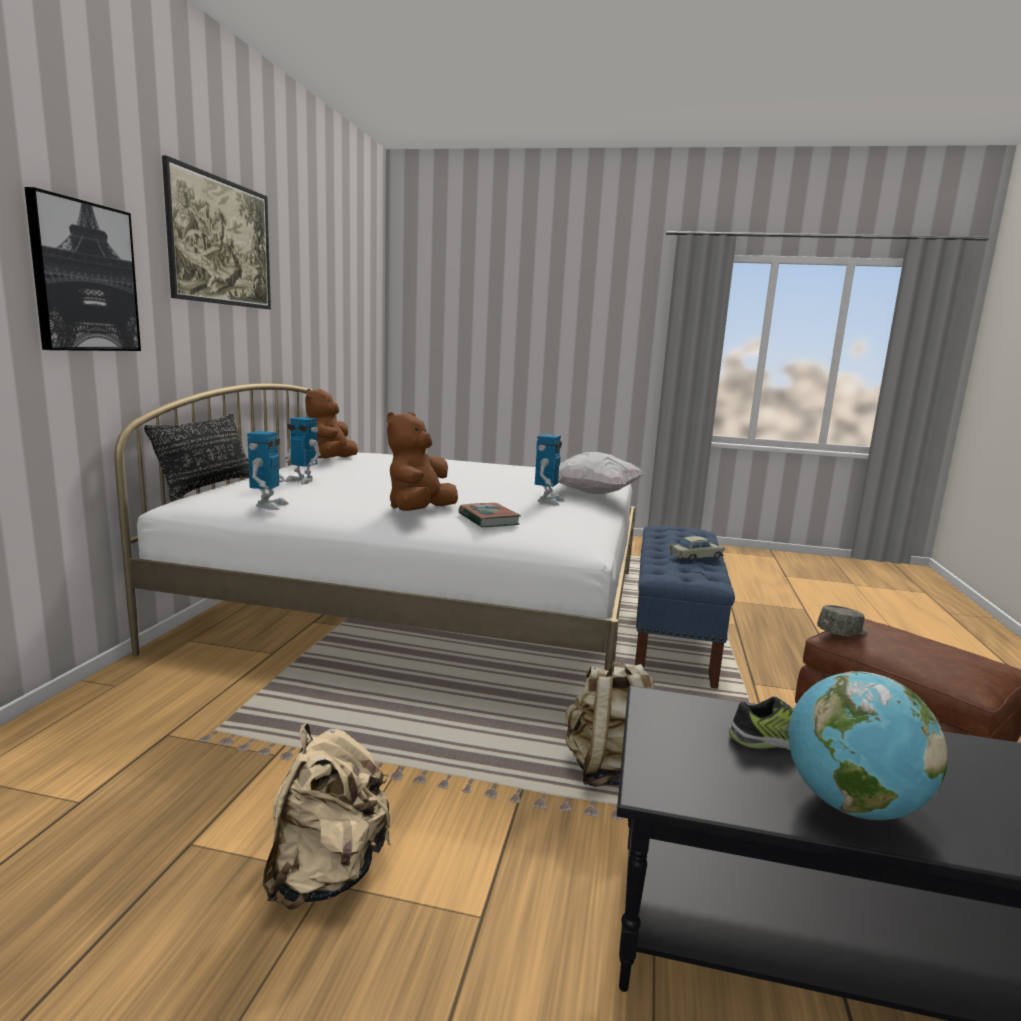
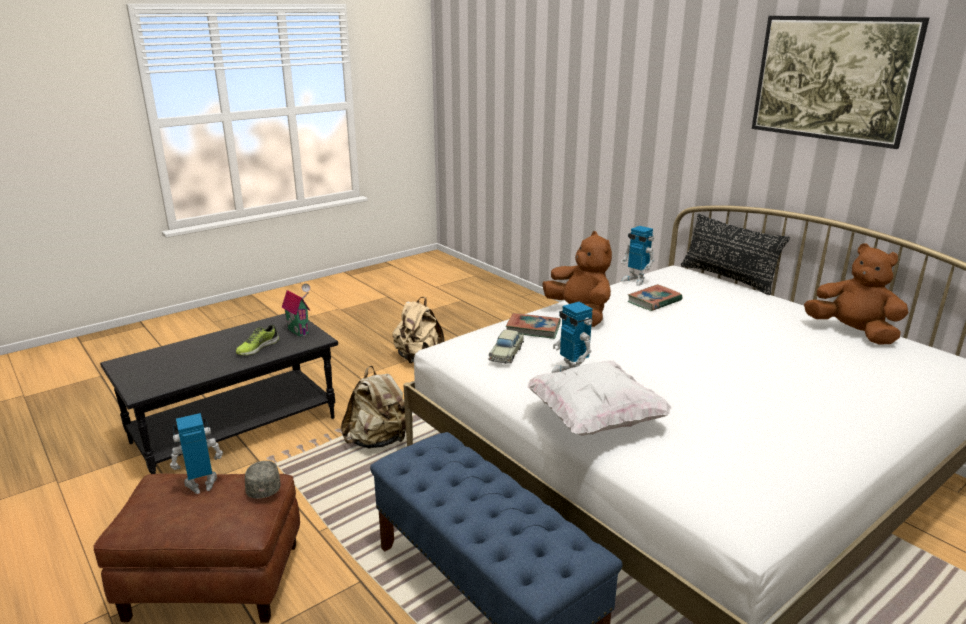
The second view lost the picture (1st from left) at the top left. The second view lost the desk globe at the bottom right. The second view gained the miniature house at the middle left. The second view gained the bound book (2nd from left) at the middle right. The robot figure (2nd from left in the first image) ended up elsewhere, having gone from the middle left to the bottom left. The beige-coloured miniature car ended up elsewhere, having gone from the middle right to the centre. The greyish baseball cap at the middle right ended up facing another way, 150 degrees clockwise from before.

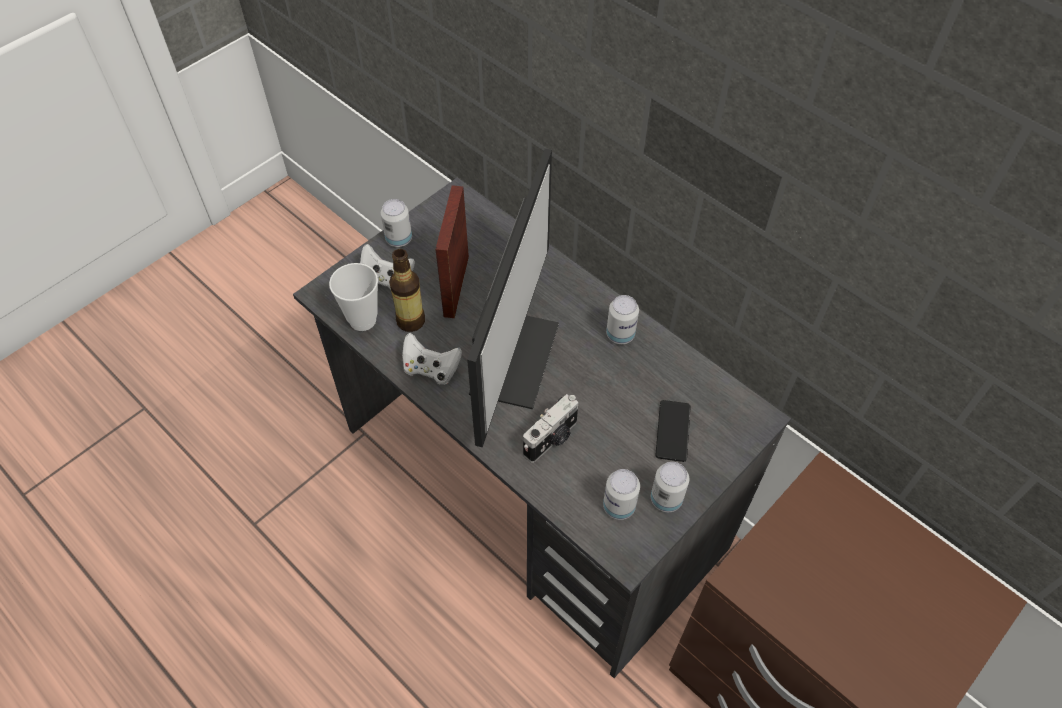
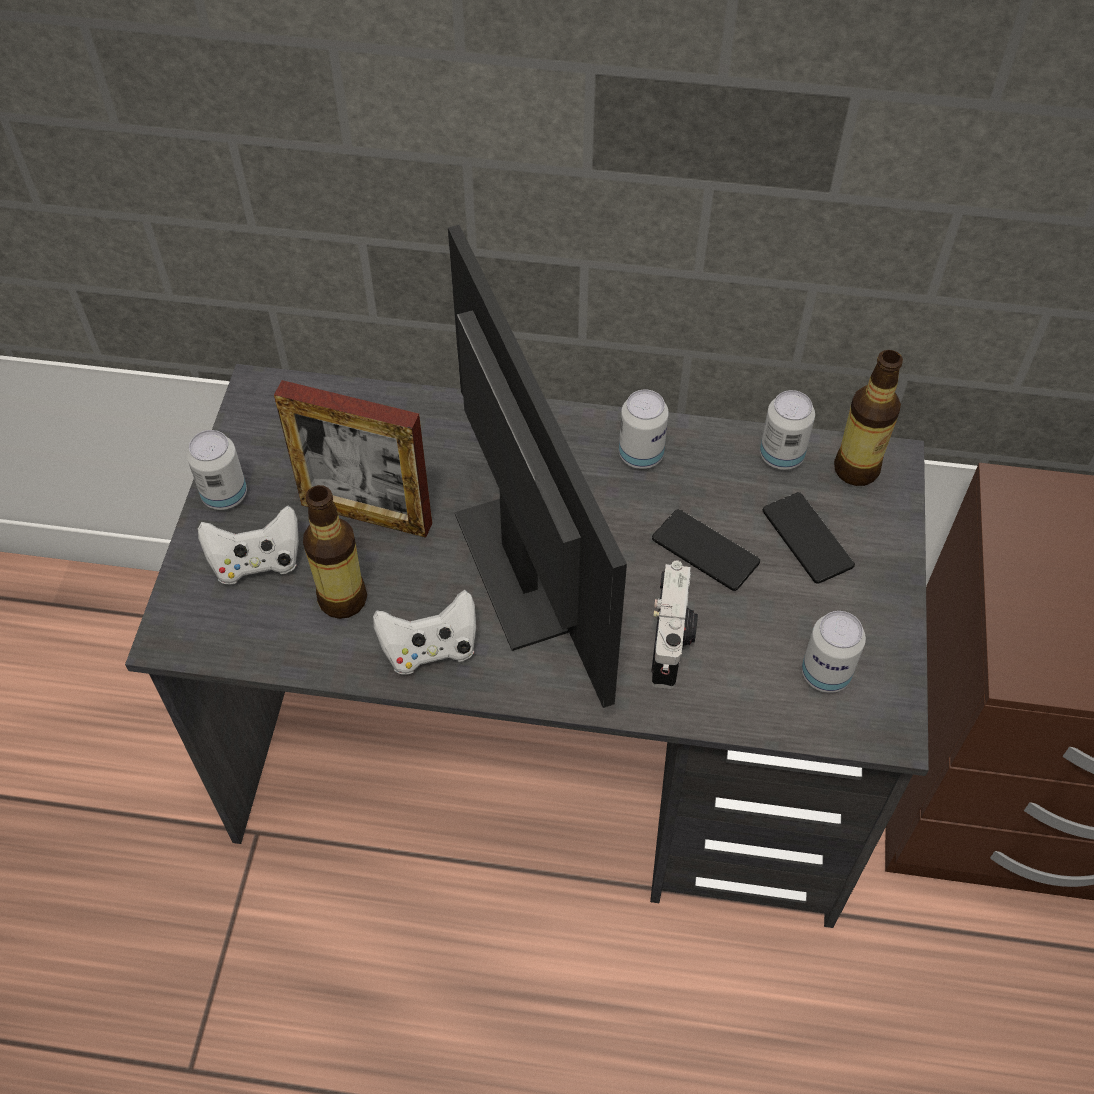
The second view lost the drinking cup at the middle left. The second view gained the telephone (1st from left) at the centre. The second view gained the bottle (2nd from left) at the middle right. The sealed can (4th from left in the first image) ended up elsewhere, having gone from the bottom centre to the middle right. The photo frame at the centre ended up facing another way, 45 degrees counterclockwise from before.

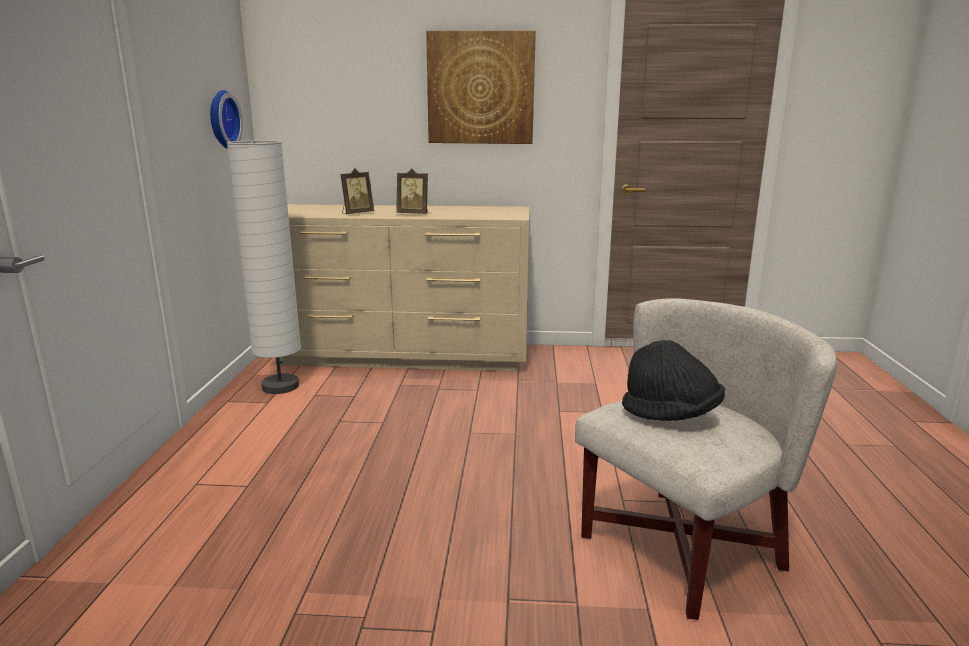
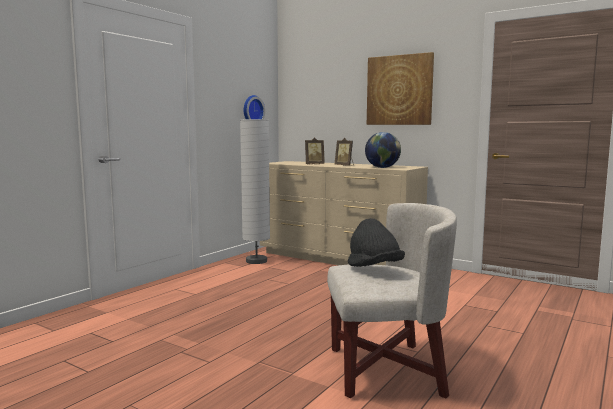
The second view gained the desk globe at the centre.

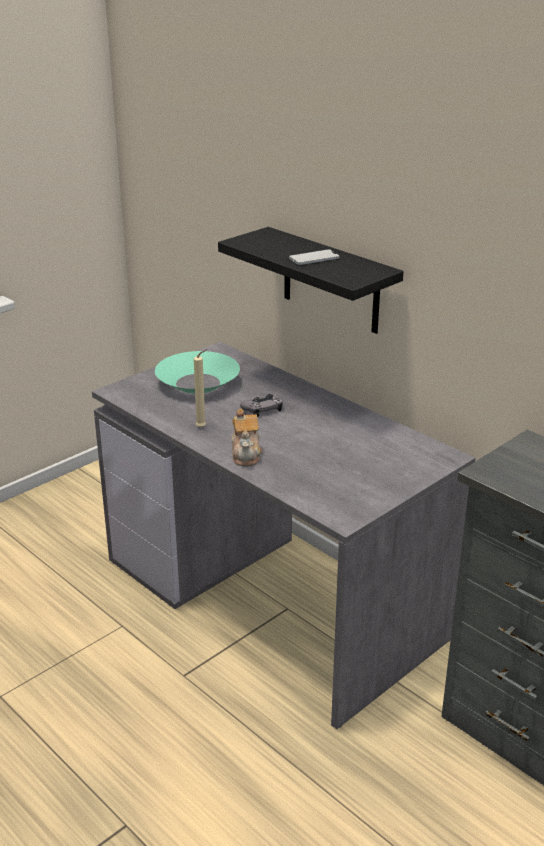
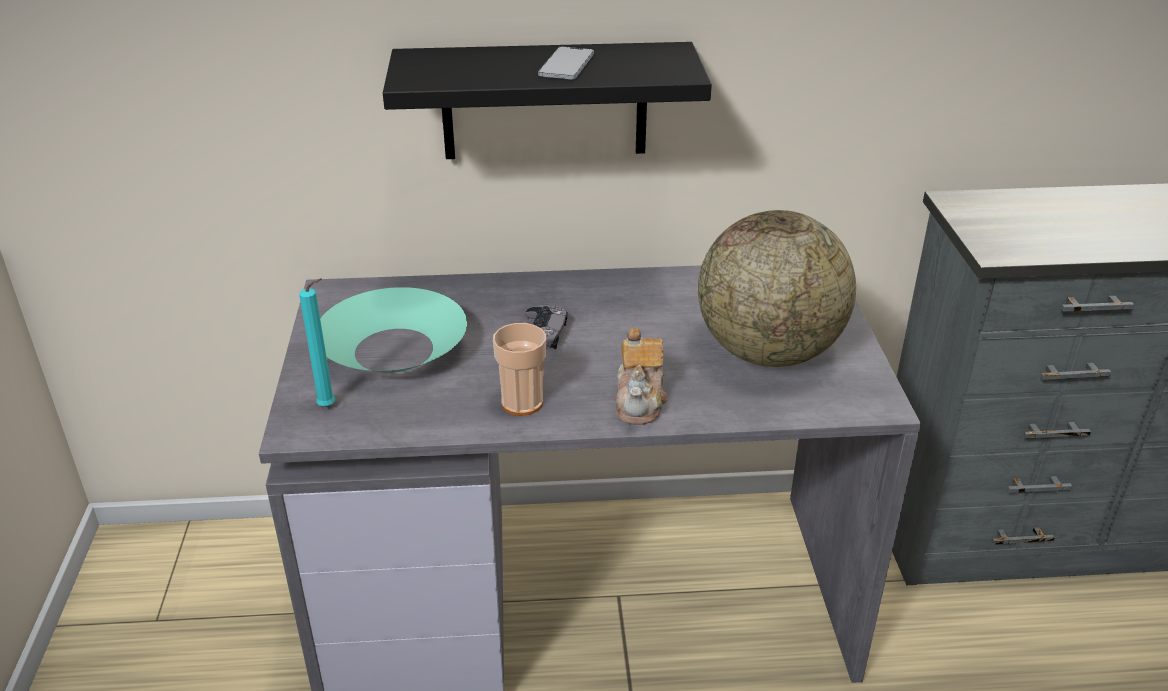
The second view gained the turquoise-coloured candle at the middle left. The second view gained the desk globe at the centre. Where the beige-coloured candle stood at the centre, the drinking cup came to stand at the centre. The teapot at the centre ended up facing another way, 60 degrees clockwise from before.

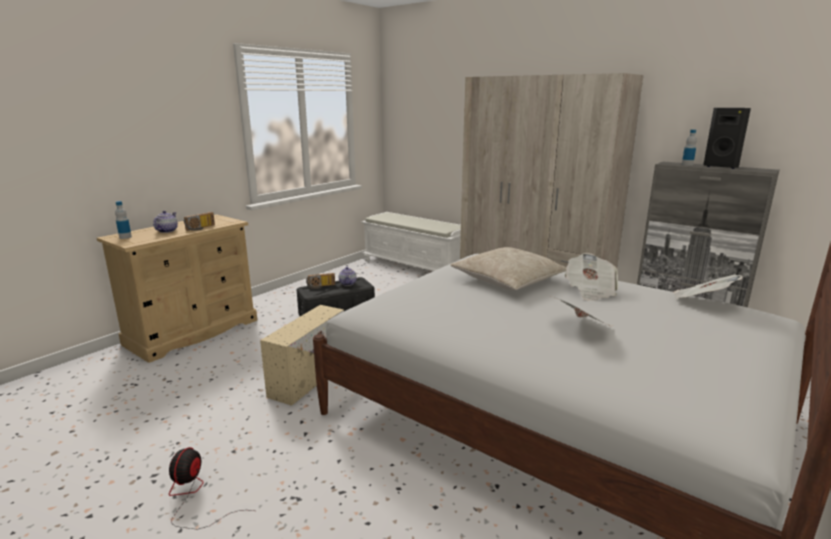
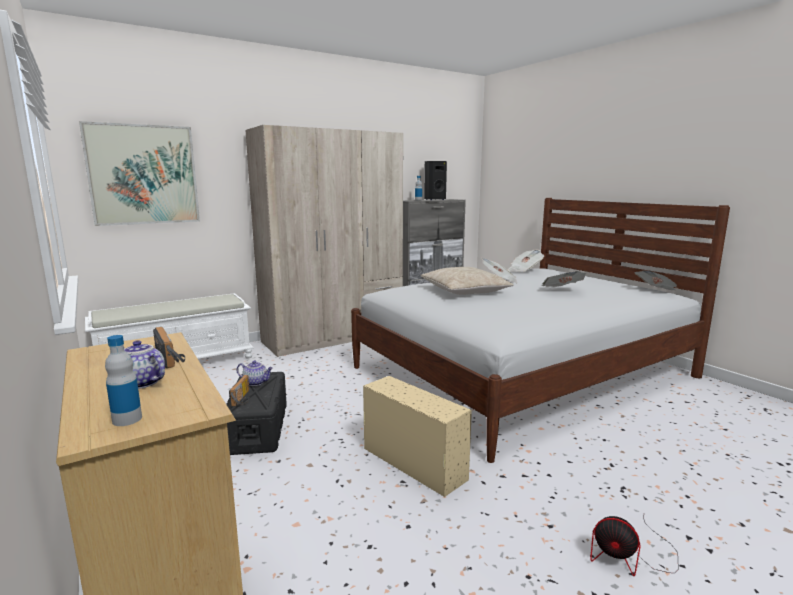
The second view gained the picture at the top left. The second view gained the newspaper (4th from left) at the middle right.

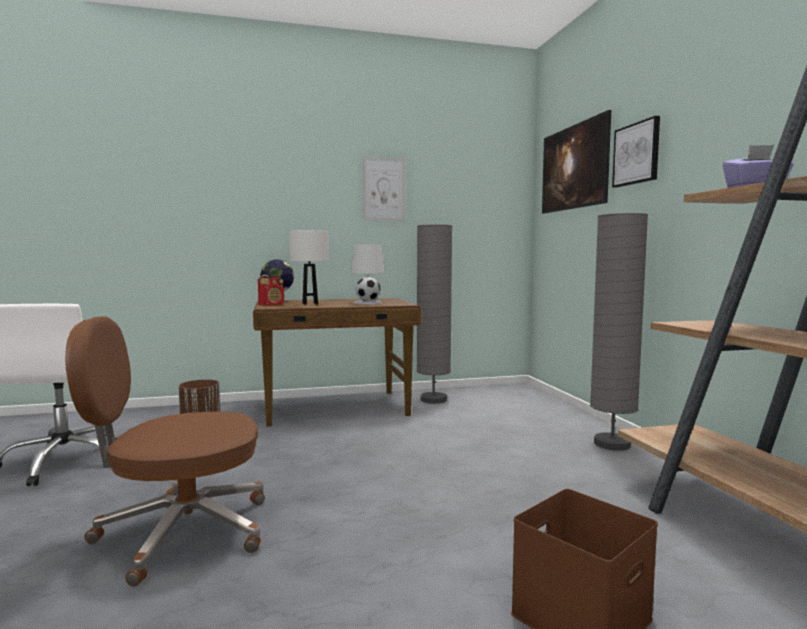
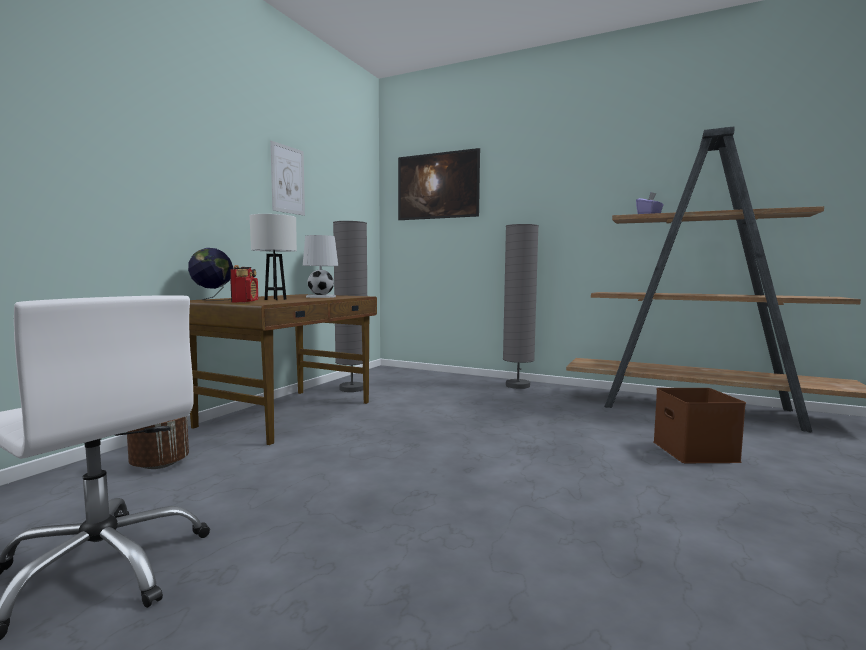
The second view lost the brownish office chair at the bottom left. The second view lost the picture (3rd from left) at the top right.

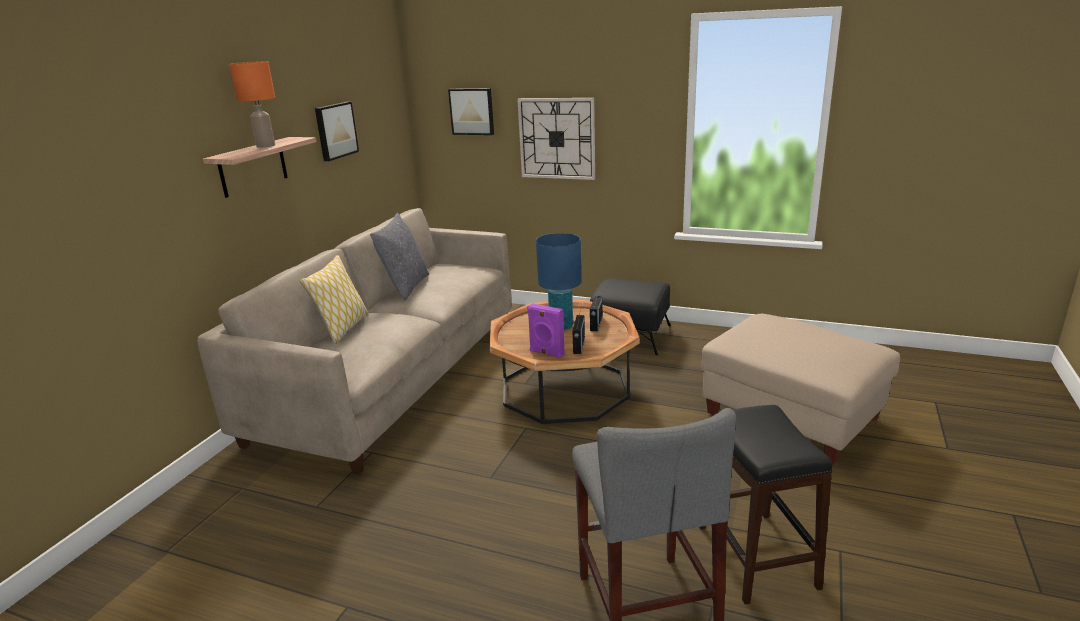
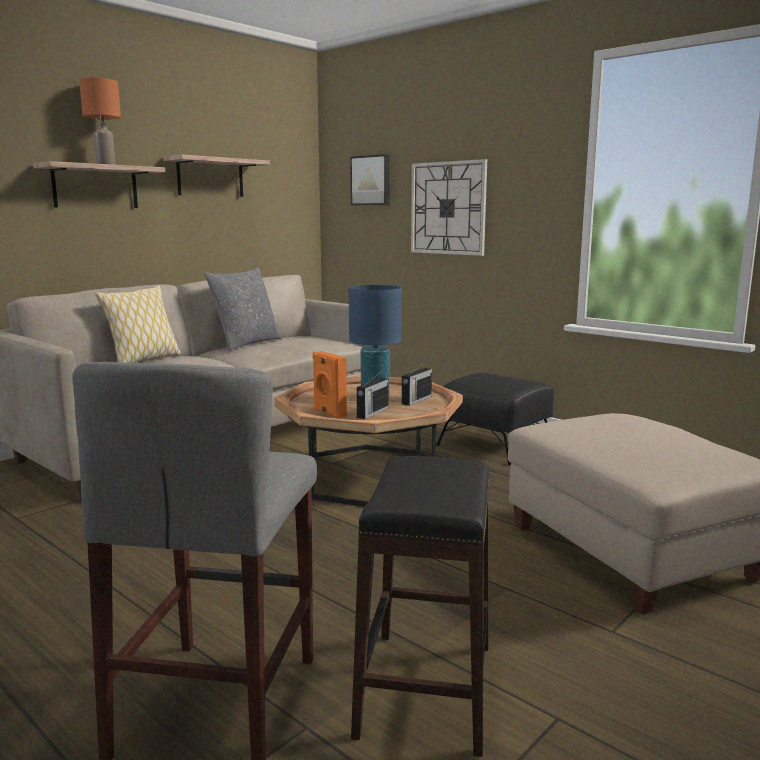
Where the picture (1st from left) hung at the top left, the shelf (2nd from left) came to hang at the top left. What was the purple-coloured speaker at the centre turned into the orangey speaker at the centre.

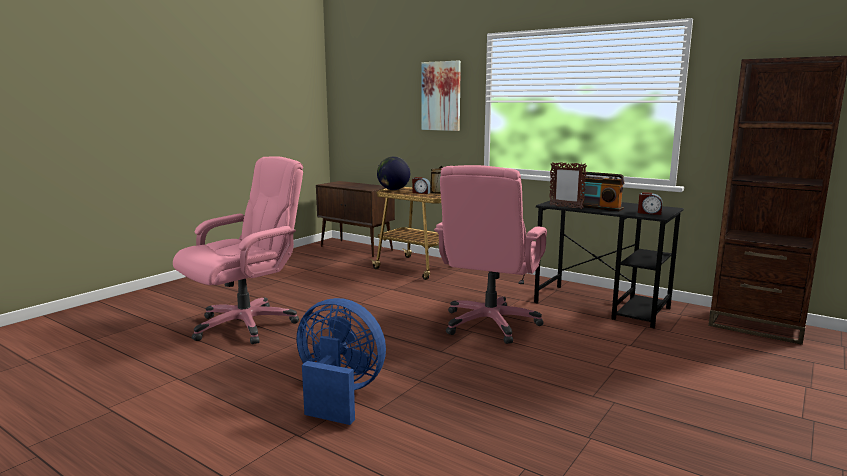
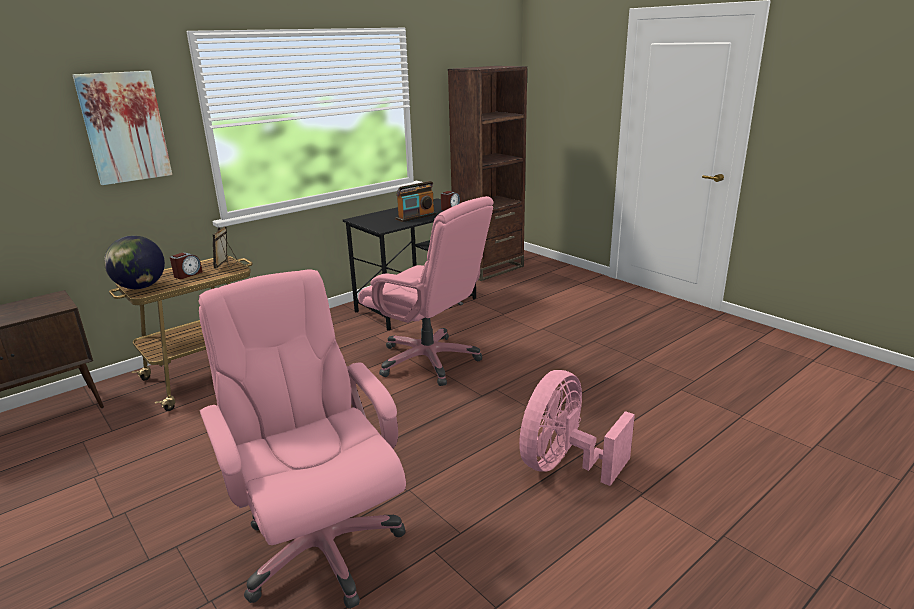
The second view lost the photo frame (2nd from left) at the middle right. What was the bluish electric fan at the bottom centre turned into the pinkish electric fan at the bottom centre.

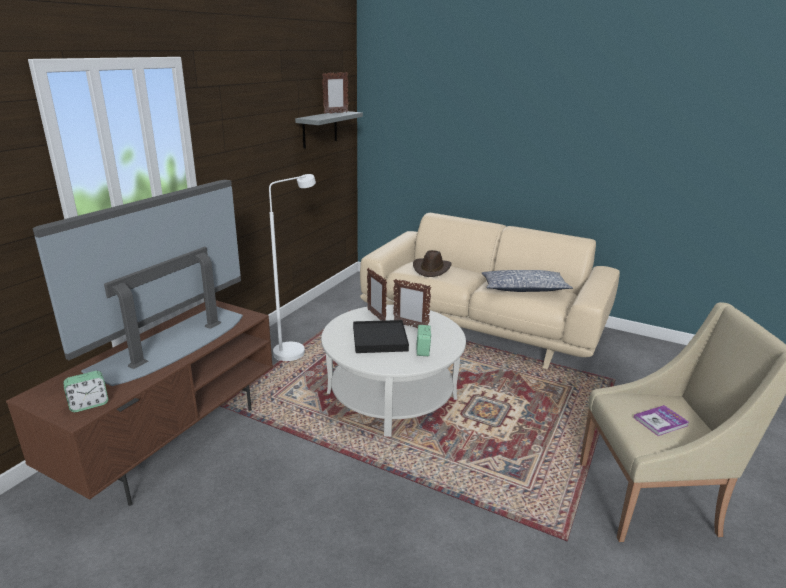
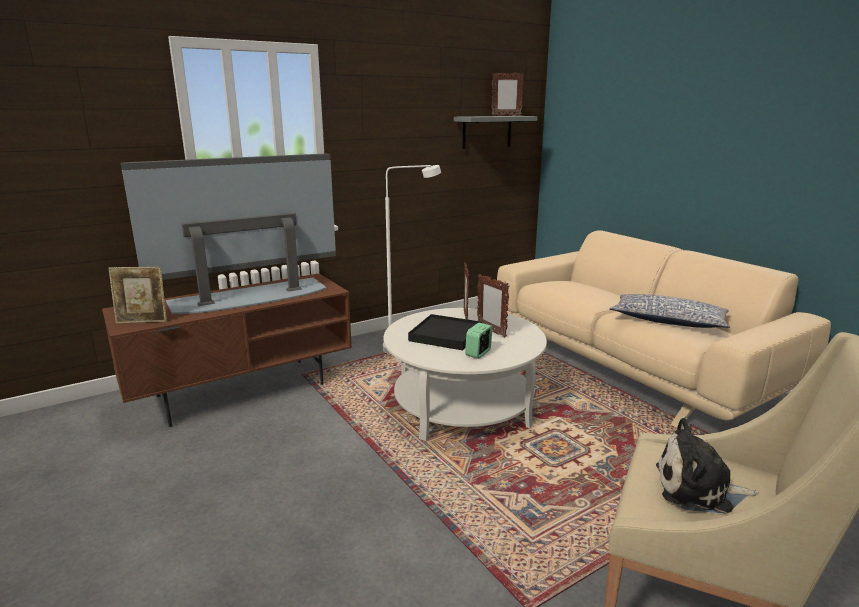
The second view lost the brownish wearable hat at the centre. Where the alarm clock (1st from left) stood at the middle left, the photo frame (1st from left) came to stand at the middle left. Where the bound book stood at the bottom right, the cuddly toy came to stand at the bottom right.

